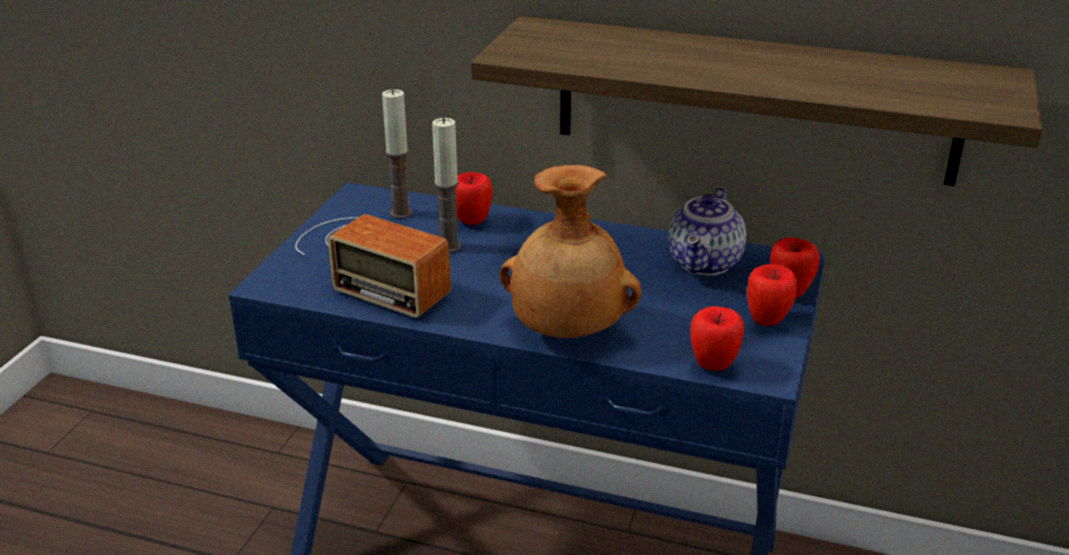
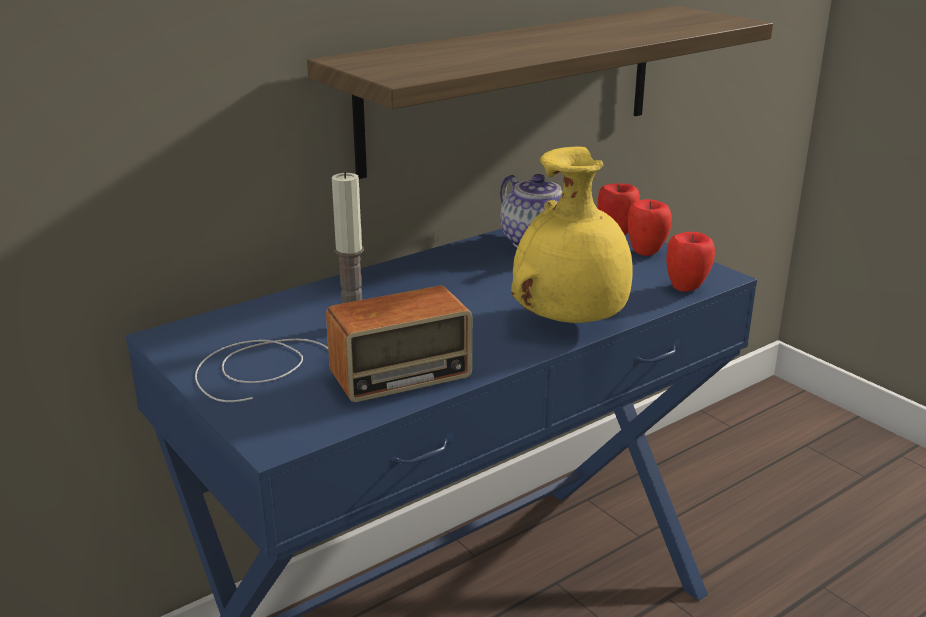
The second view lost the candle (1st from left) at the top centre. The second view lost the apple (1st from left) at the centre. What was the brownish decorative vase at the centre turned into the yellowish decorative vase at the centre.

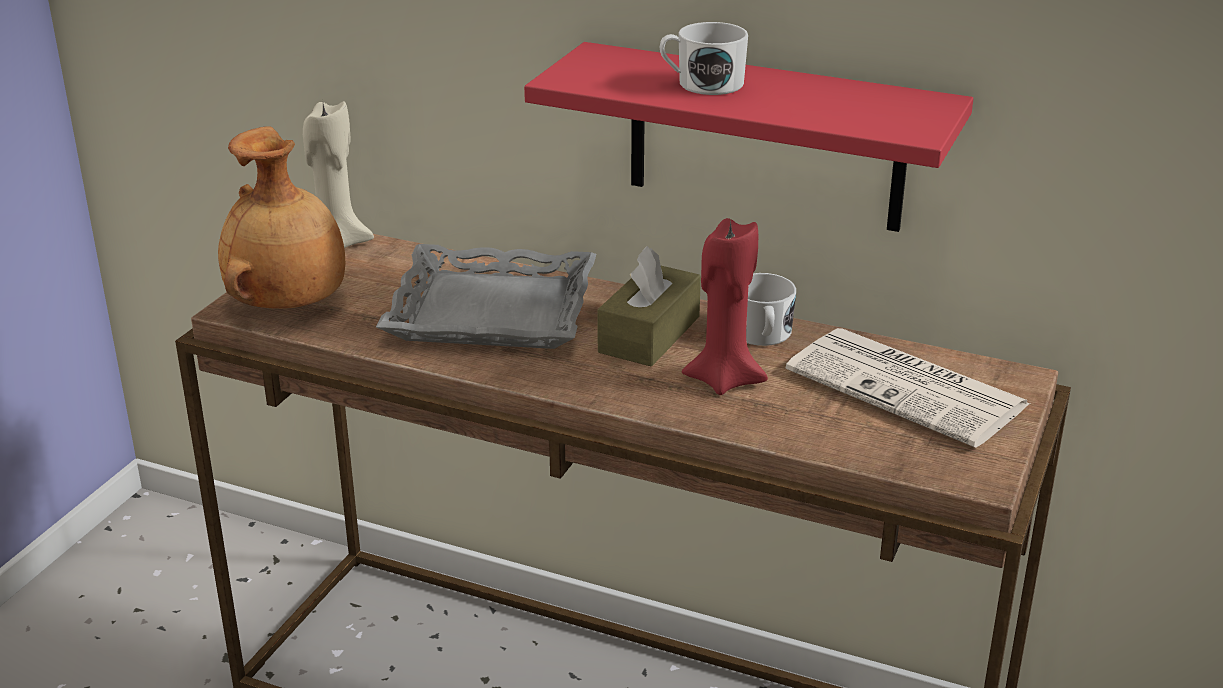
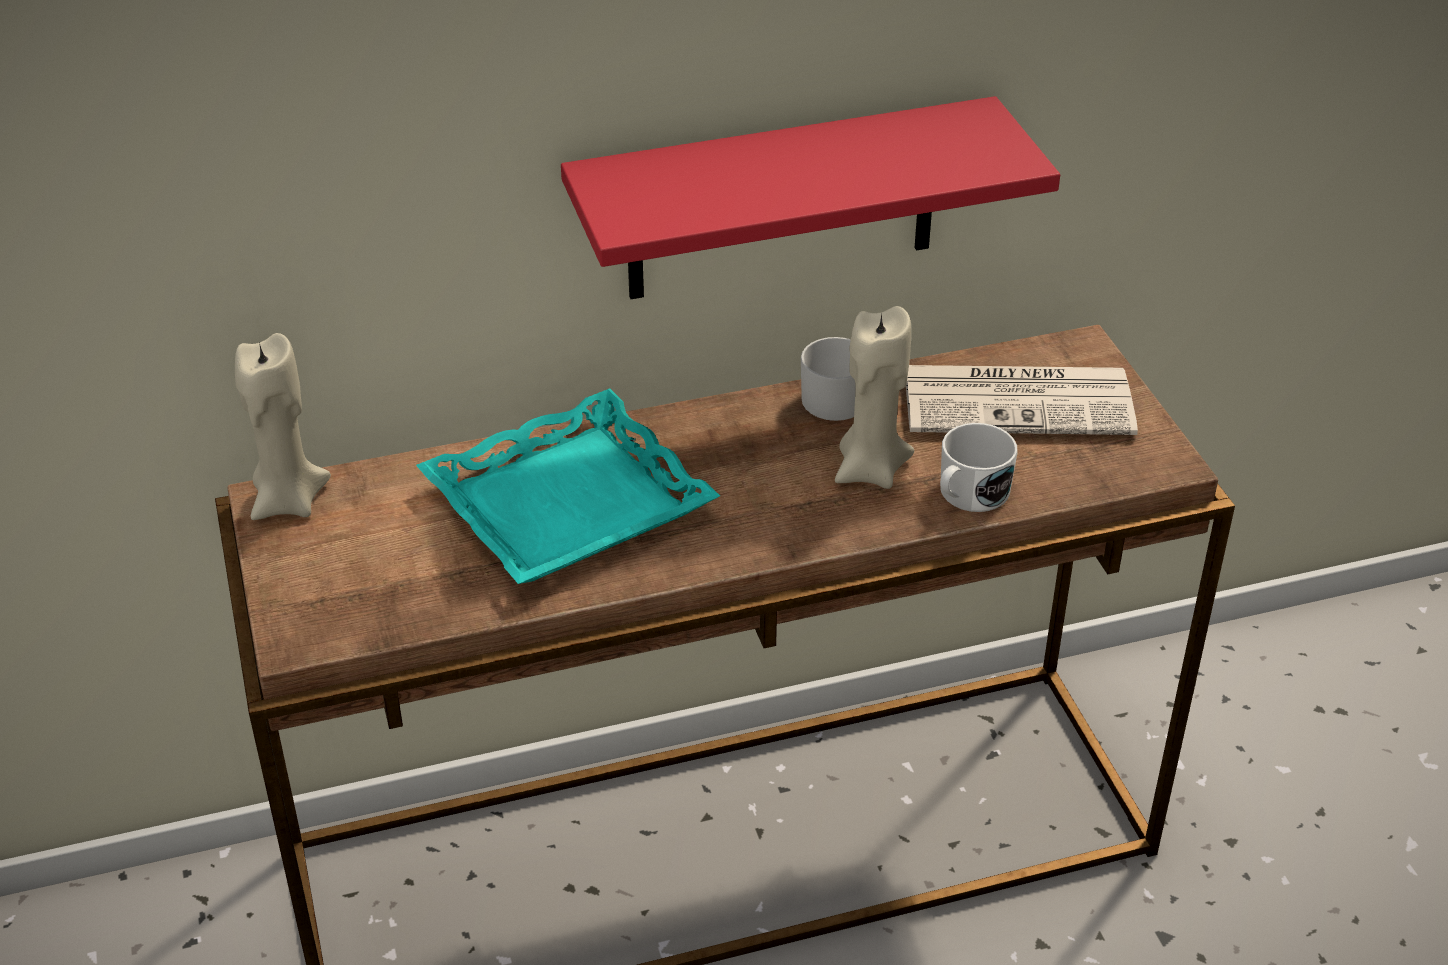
The second view lost the brownish decorative vase at the top left. The second view lost the brownish box of tissues at the centre. The white-coloured tea mug (1st from left in the first image) ended up elsewhere, having gone from the top centre to the middle right. What was the greyish serving tray at the centre turned into the turquoise-coloured serving tray at the centre. What was the red candle at the centre turned into the beige-coloured candle (2nd from left) at the centre.

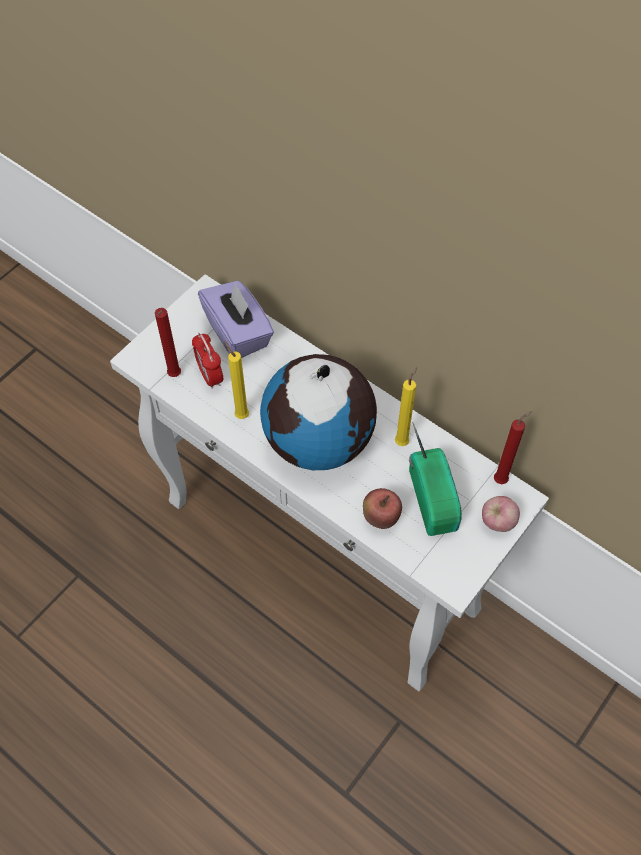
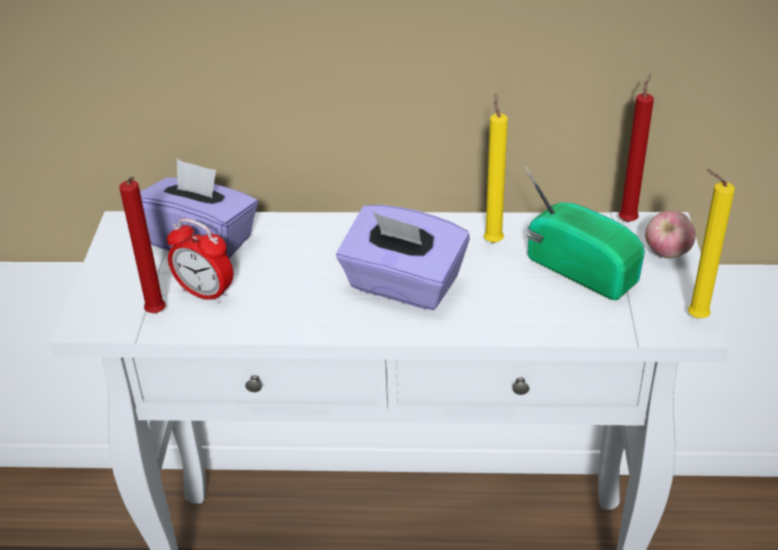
The second view lost the apple (1st from left) at the centre. The yellowish candle (1st from left in the first image) ended up elsewhere, having gone from the centre to the middle right. Where the desk globe stood at the centre, the purple-coloured box of tissues (2nd from left) came to stand at the centre.

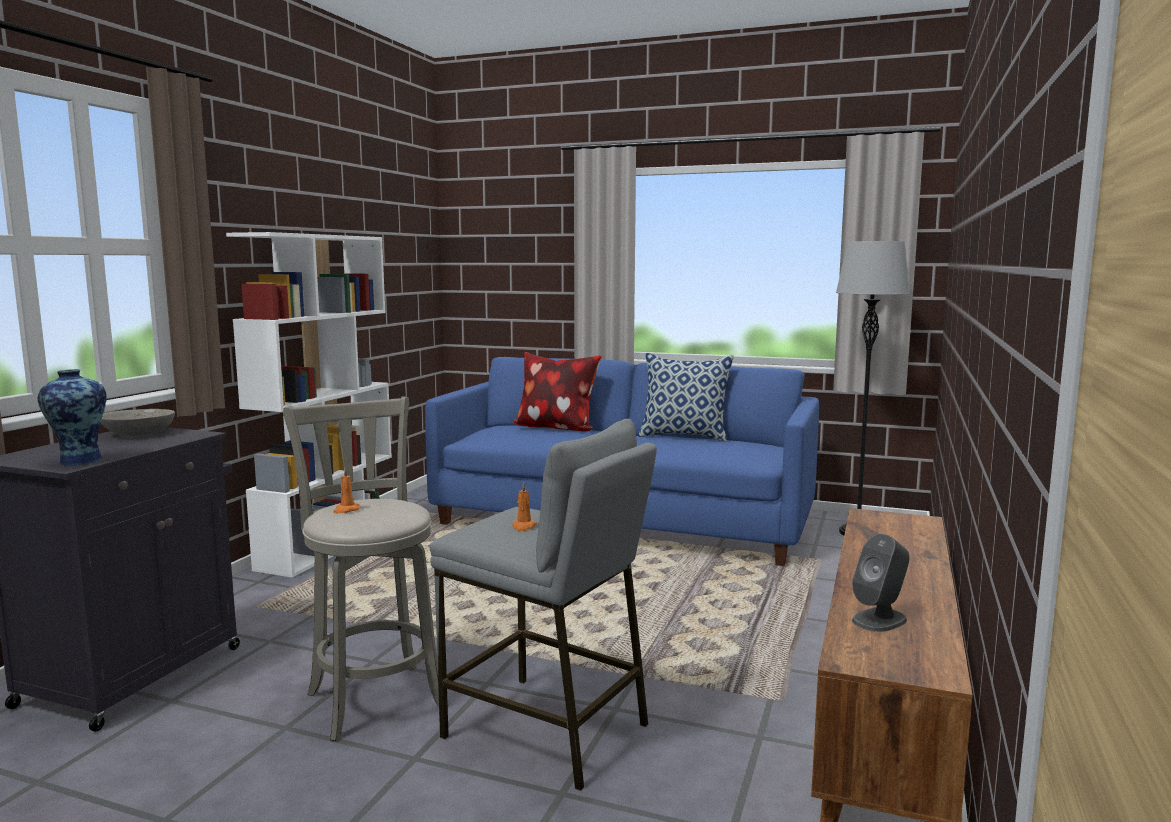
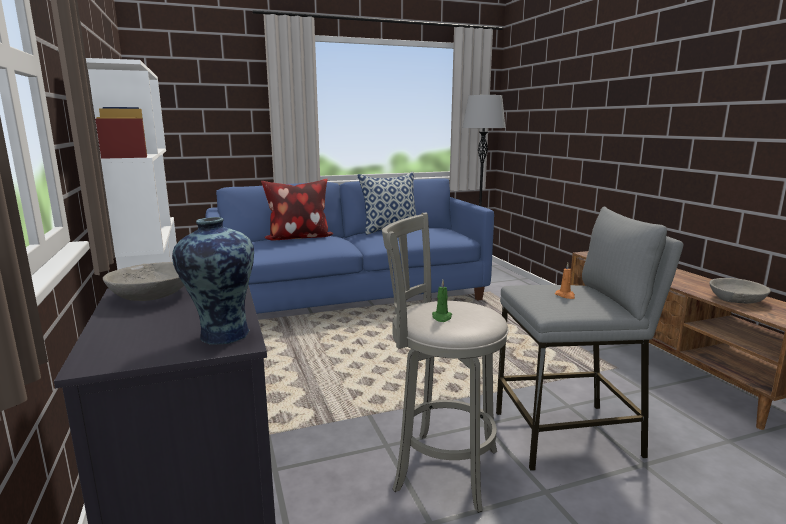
Where the greyish speaker stood at the bottom right, the greyish serving bowl (2nd from left) came to stand at the middle right. What was the orangey candle (1st from left) at the middle left turned into the green candle at the centre.

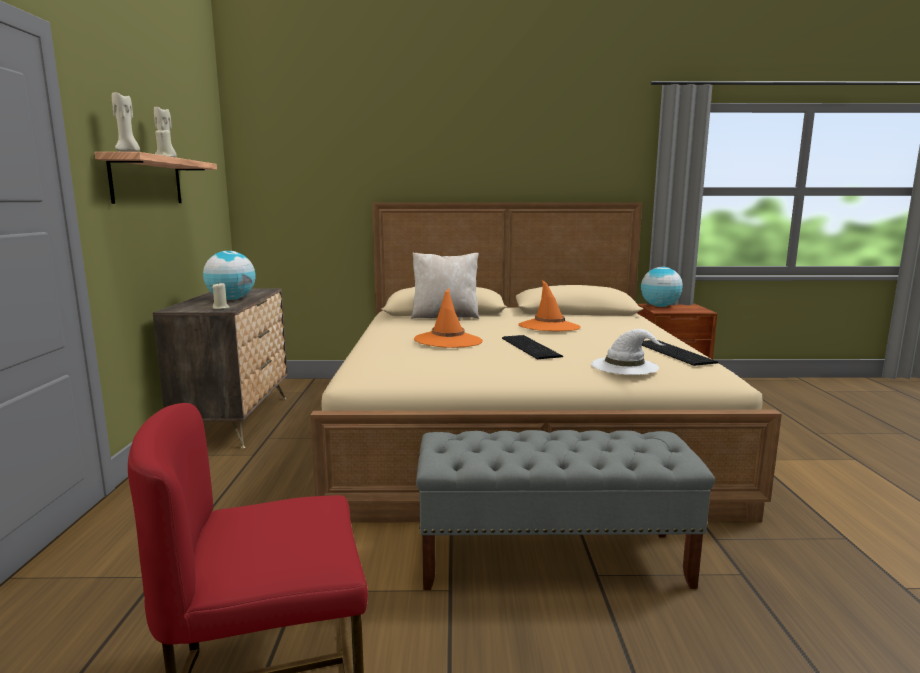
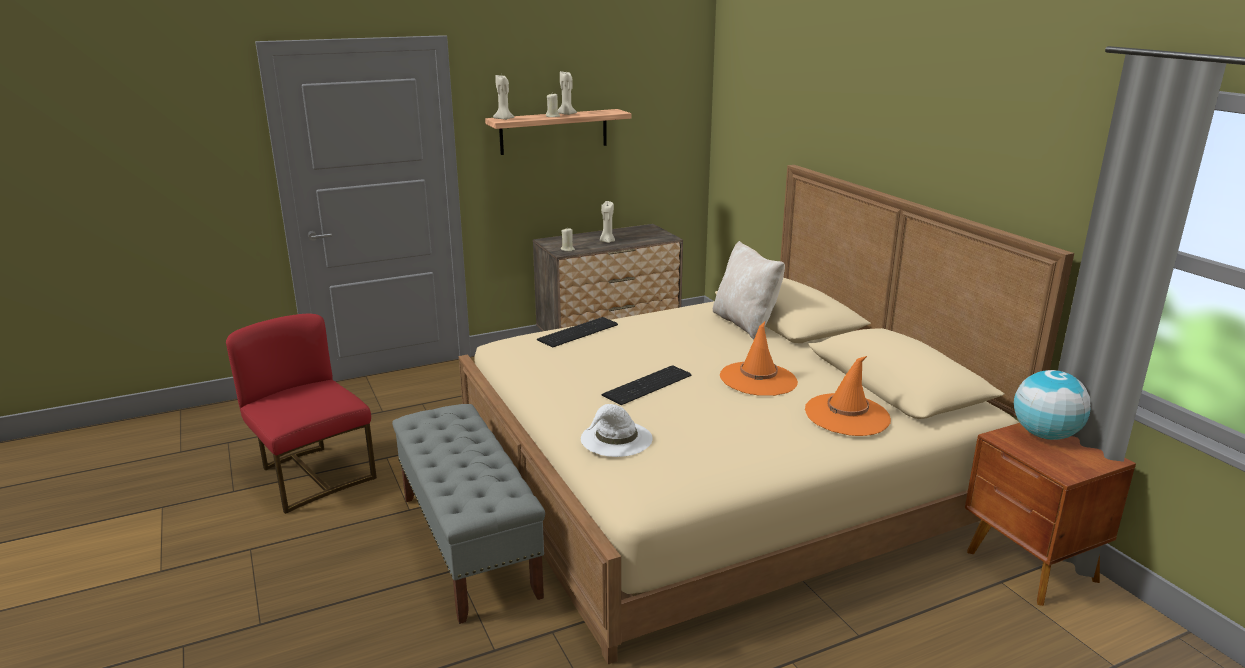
The orangey wearable hat (1st from left in the first image) ended up elsewhere, having gone from the centre to the middle right. The PC keyboard (2nd from left in the first image) ended up elsewhere, having gone from the middle right to the centre. Where the desk globe (1st from left) stood at the middle left, the beige-coloured candle (5th from left) came to stand at the top centre.

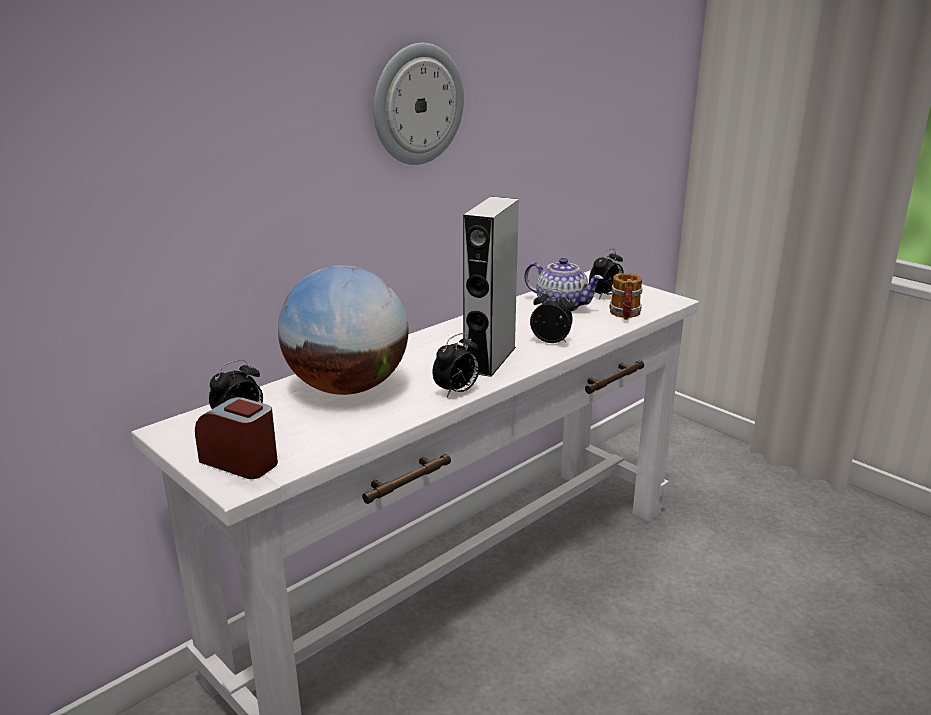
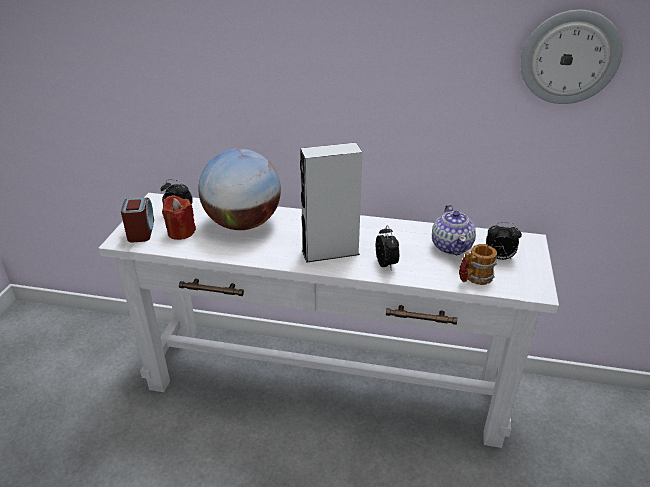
The second view lost the alarm clock (3rd from left) at the centre. The second view gained the red candle at the middle left. The hanging clock ended up elsewhere, having gone from the top centre to the top right.

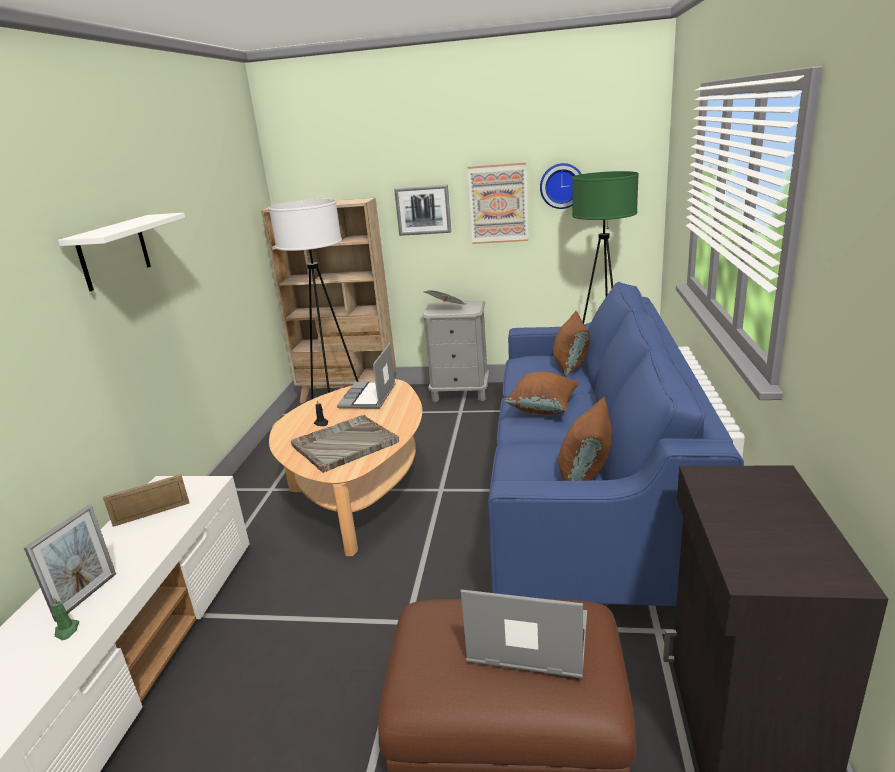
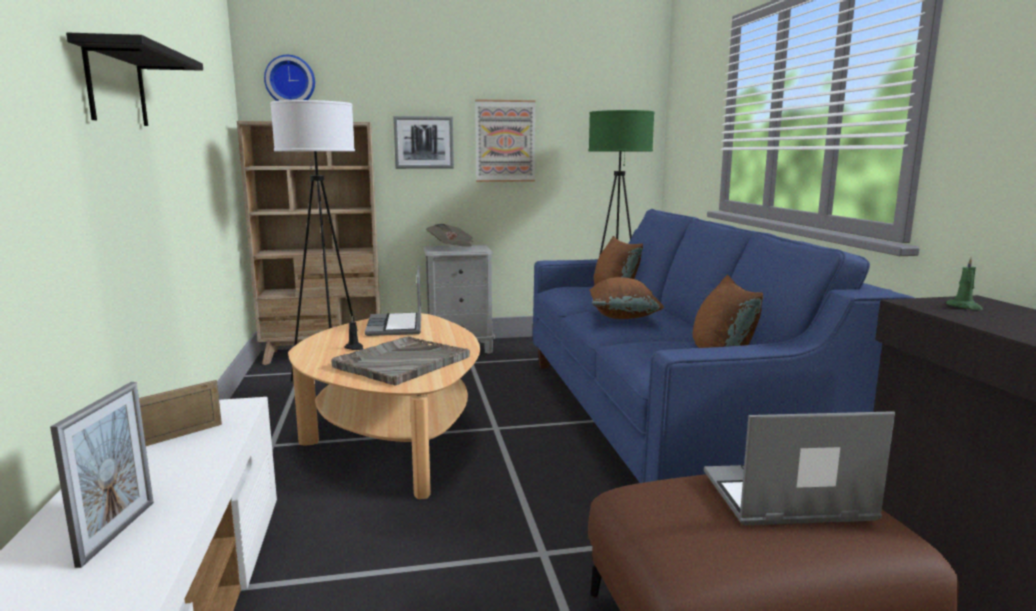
The green candle ended up elsewhere, having gone from the bottom left to the middle right. The hanging clock ended up elsewhere, having gone from the top centre to the top left. What was the white-coloured shelf at the top left turned into the black-coloured shelf at the top left.

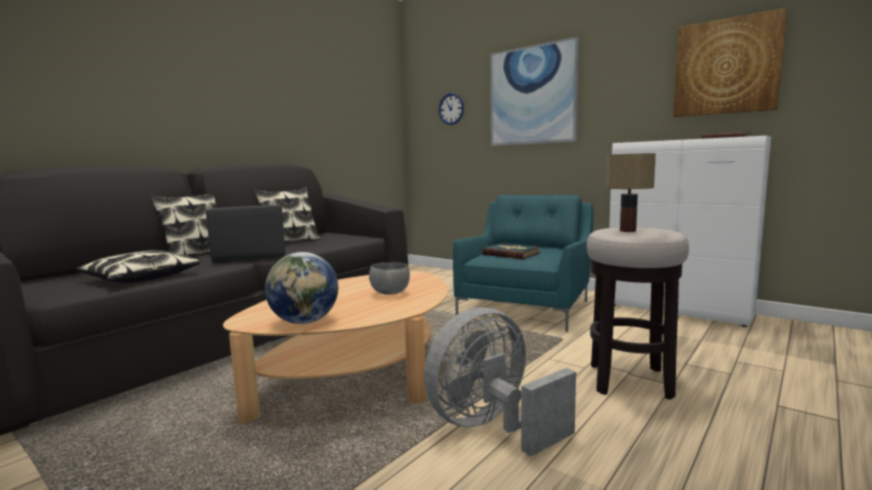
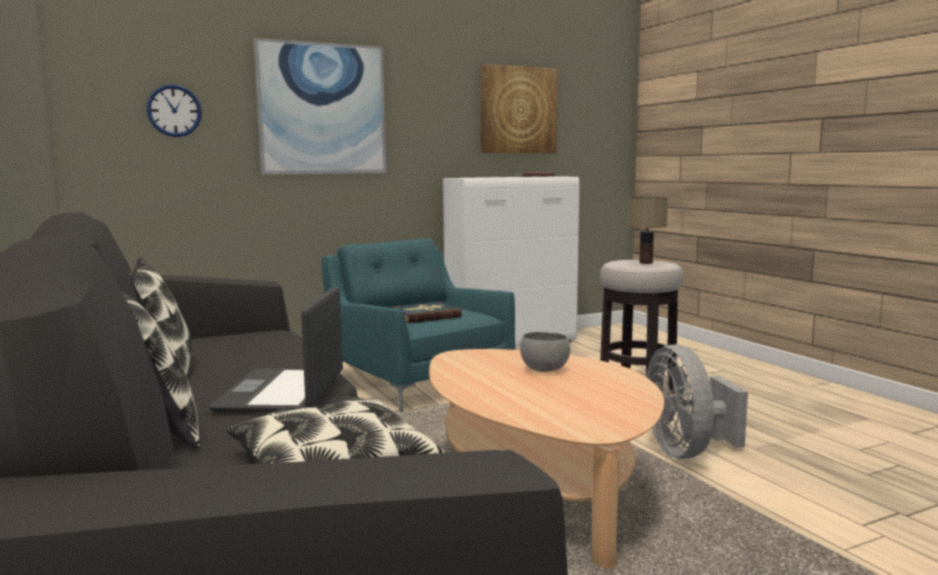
The second view lost the desk globe at the centre.

